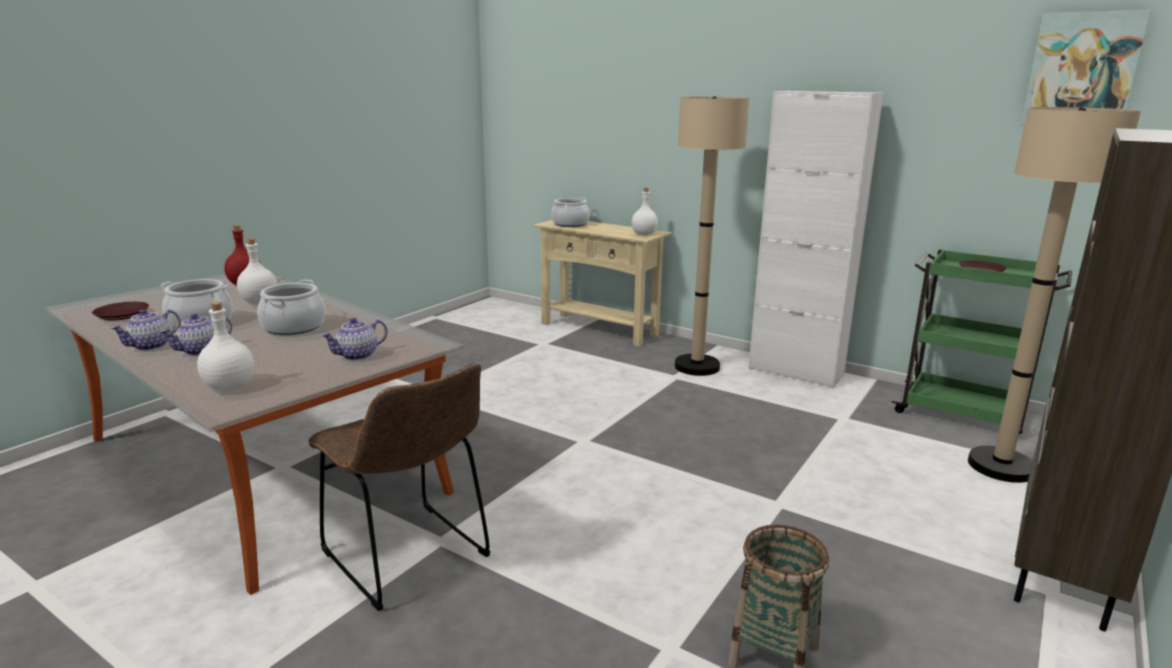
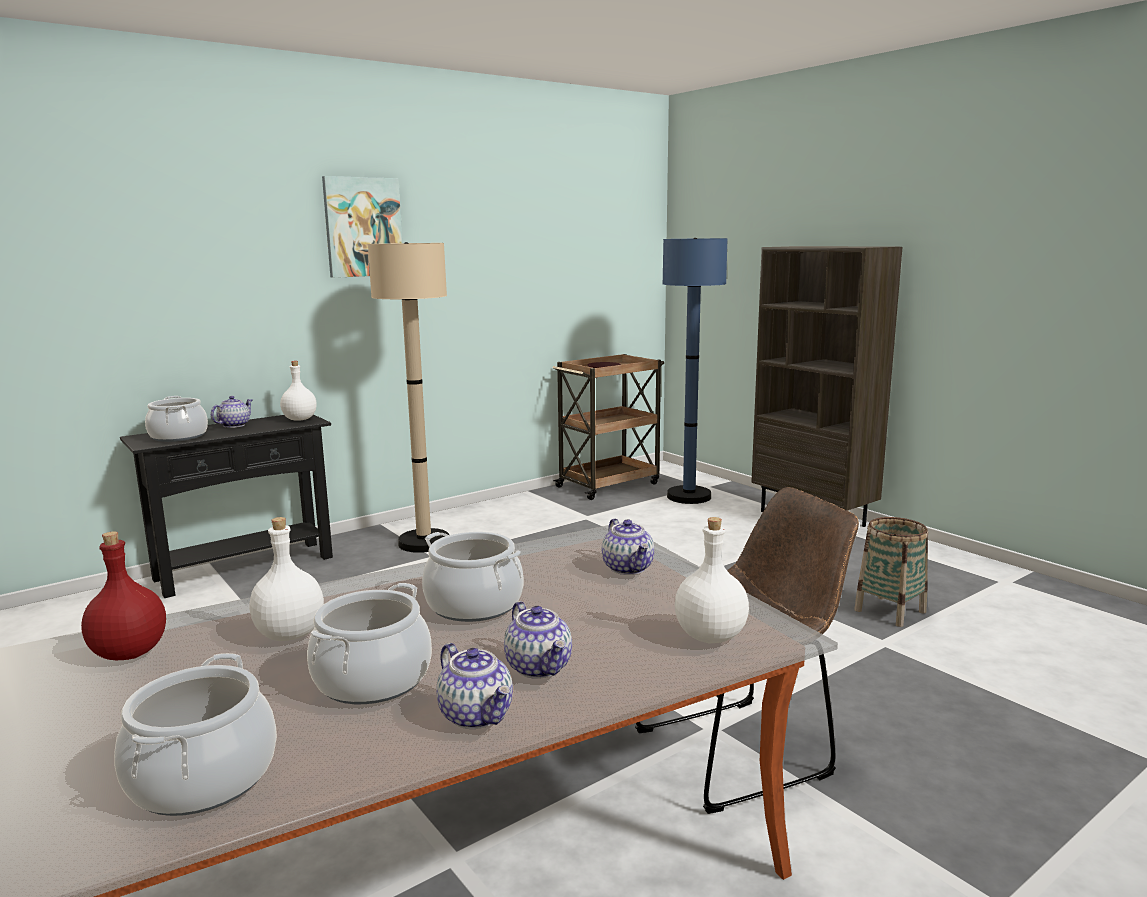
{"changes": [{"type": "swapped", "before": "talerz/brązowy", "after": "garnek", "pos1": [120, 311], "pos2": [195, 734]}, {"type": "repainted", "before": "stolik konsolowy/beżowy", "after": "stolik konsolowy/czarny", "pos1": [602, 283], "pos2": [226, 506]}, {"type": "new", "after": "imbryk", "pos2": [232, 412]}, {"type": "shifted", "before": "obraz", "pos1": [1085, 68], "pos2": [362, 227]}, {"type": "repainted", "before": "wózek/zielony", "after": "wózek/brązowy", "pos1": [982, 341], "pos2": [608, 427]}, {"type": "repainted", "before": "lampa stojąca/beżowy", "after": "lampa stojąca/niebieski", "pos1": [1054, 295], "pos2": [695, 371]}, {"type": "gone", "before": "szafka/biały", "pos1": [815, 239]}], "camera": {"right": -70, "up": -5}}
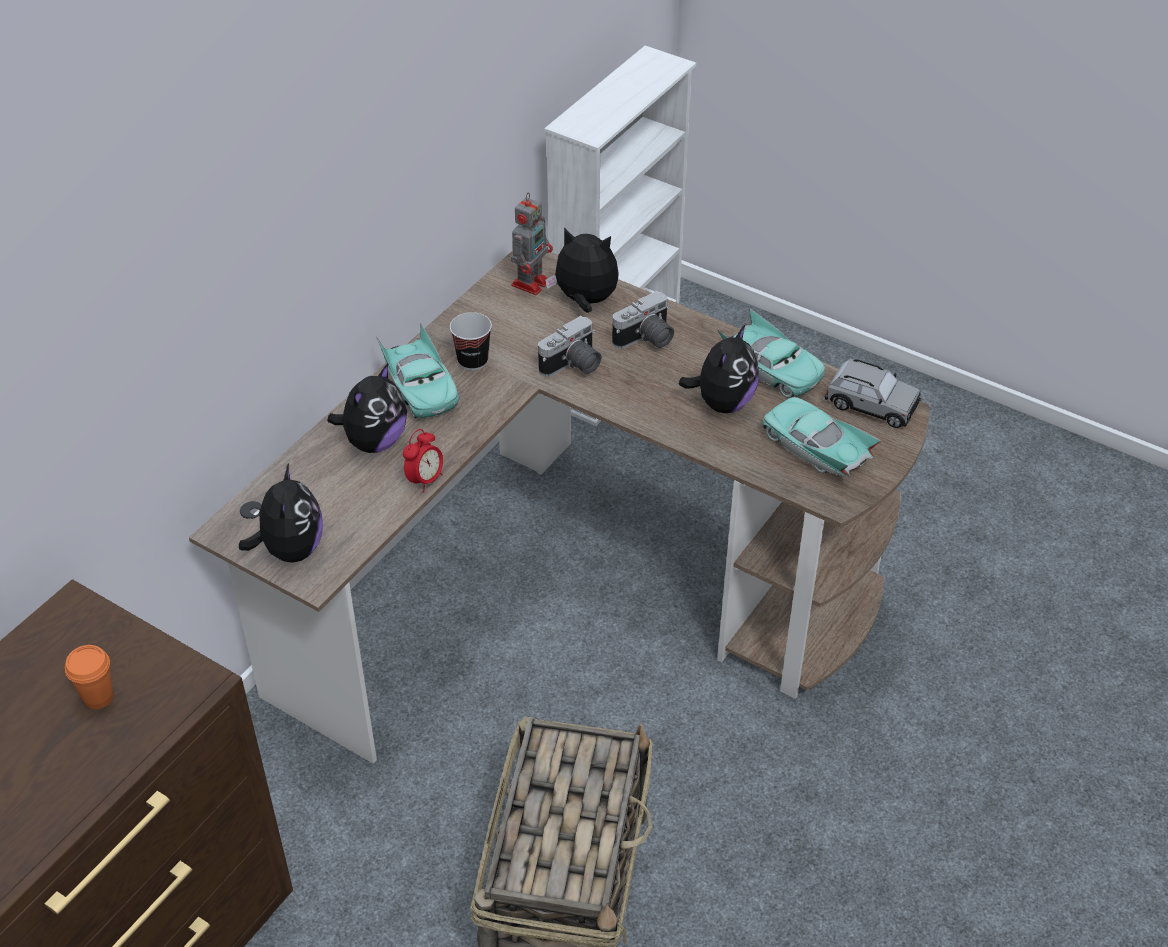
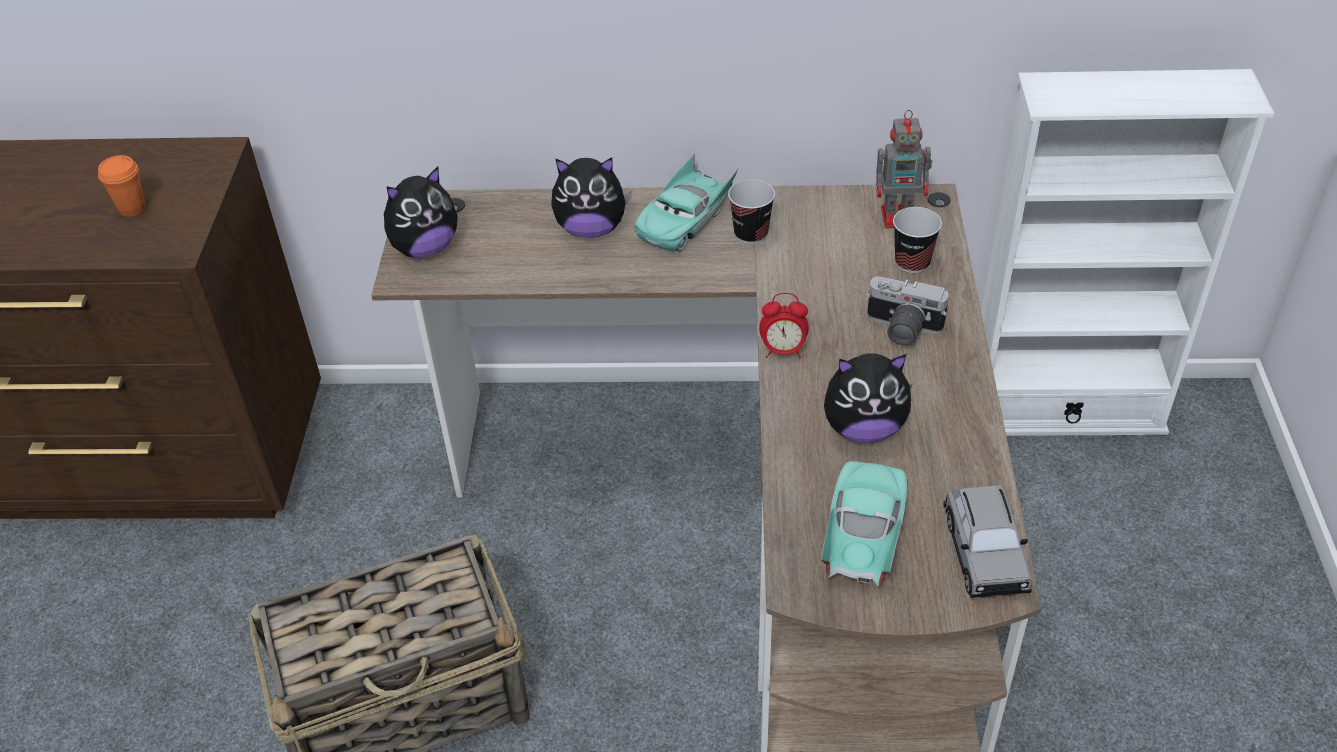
{"changes": [{"type": "shifted", "before": "budzik", "pos1": [423, 461], "pos2": [784, 325]}, {"type": "swapped", "before": "pluszak", "after": "filiżanka", "pos1": [582, 270], "pos2": [917, 240]}, {"type": "gone", "before": "aparat fotograficzny", "pos1": [569, 346]}, {"type": "gone", "before": "samochodzik/turkusowy", "pos1": [771, 353]}], "camera": {"right": 60, "up": 0}}
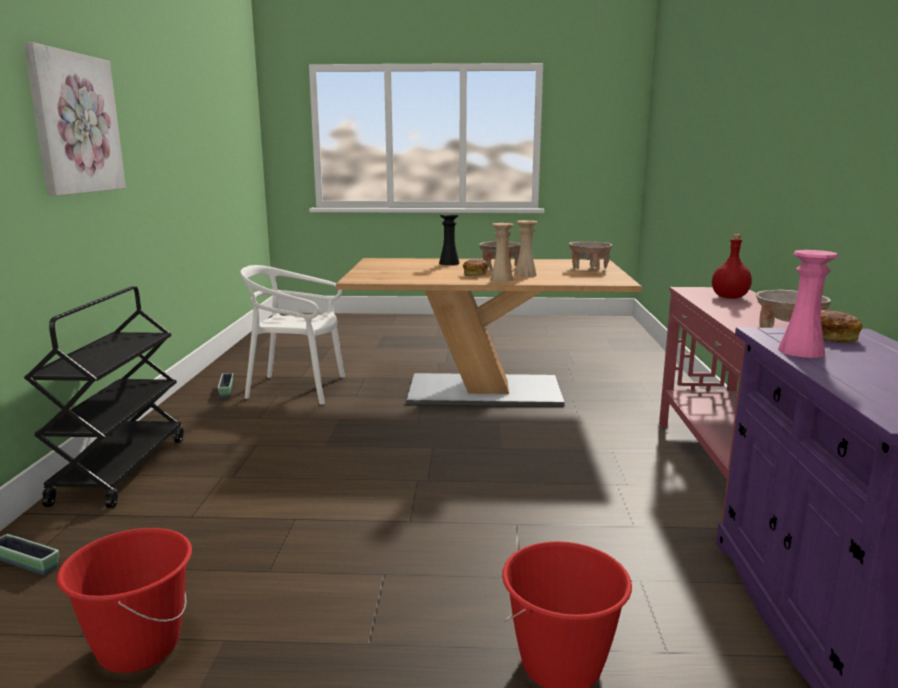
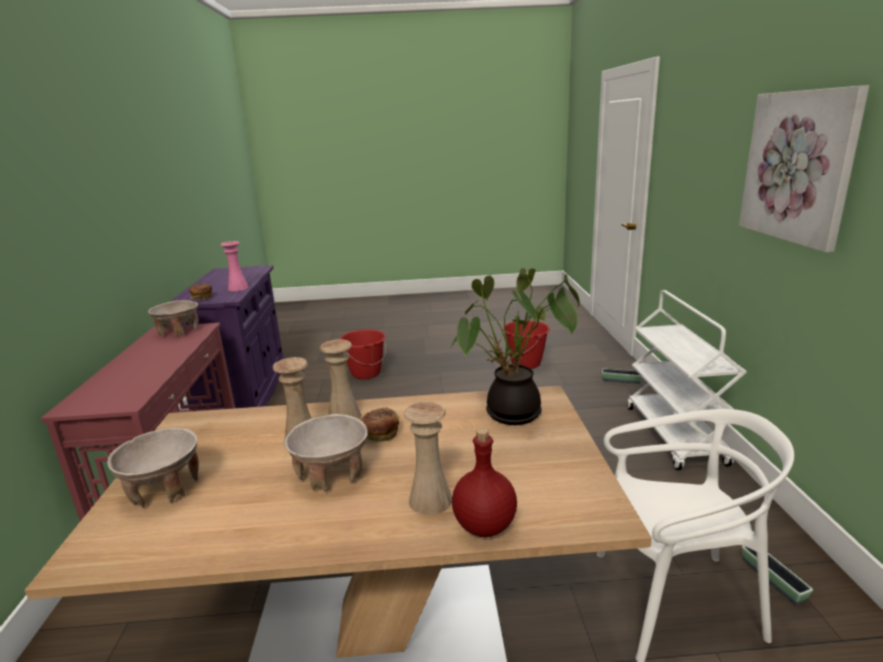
{"changes": [{"type": "repainted", "before": "wazon/czarny", "after": "wazon/beżowy", "pos1": [449, 239], "pos2": [428, 458]}, {"type": "new", "after": "roślina doniczkowa", "pos2": [515, 346]}, {"type": "shifted", "before": "butelka/czerwony", "pos1": [732, 266], "pos2": [484, 482]}, {"type": "repainted", "before": "wózek/czarny", "after": "wózek/biały", "pos1": [104, 397], "pos2": [687, 380]}], "camera": {"right": 175, "up": 5}}
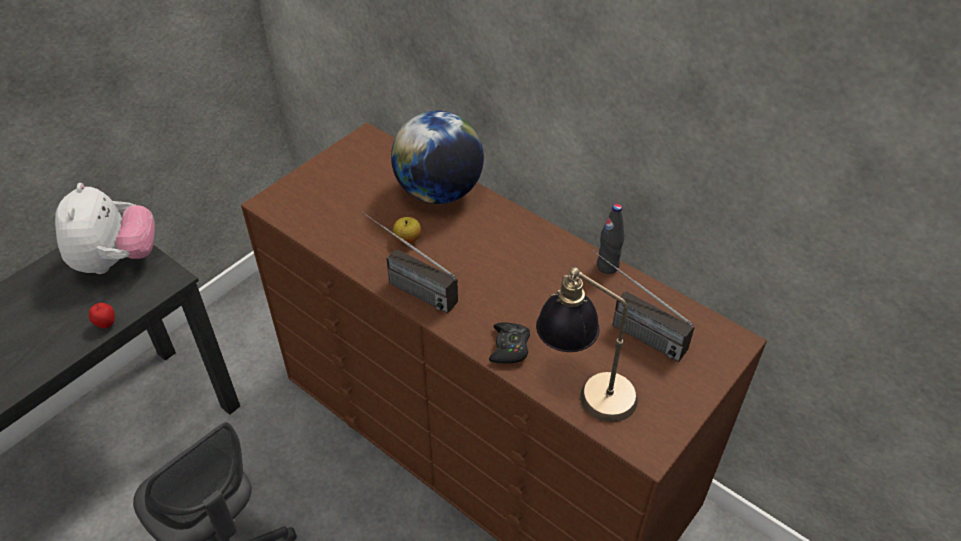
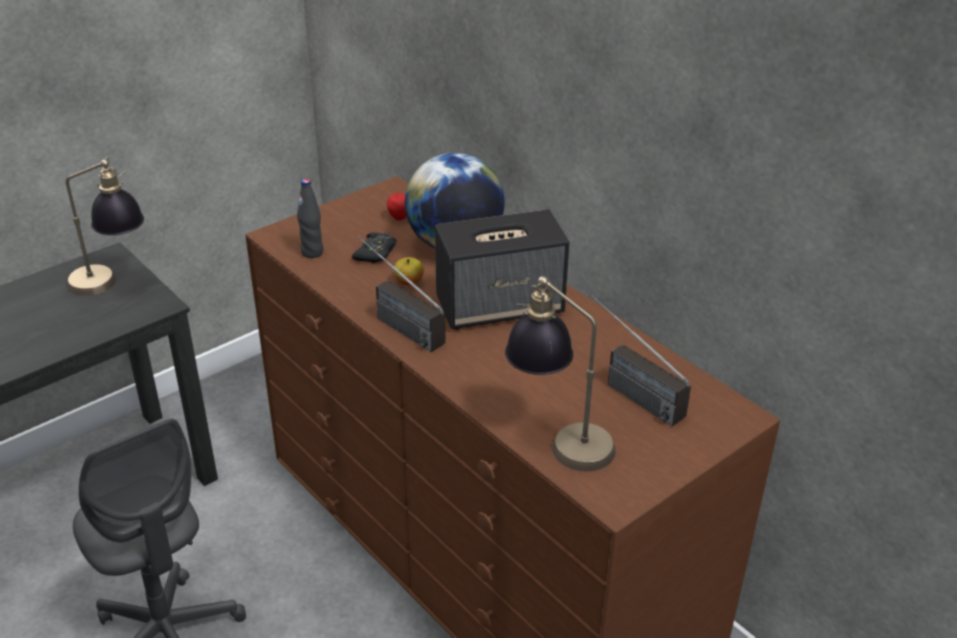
{"changes": [{"type": "swapped", "before": "pluszak", "after": "lampa stołowa", "pos1": [105, 228], "pos2": [105, 226]}, {"type": "shifted", "before": "butelka/czarny", "pos1": [610, 239], "pos2": [310, 218]}, {"type": "shifted", "before": "pad do gier/czarny", "pos1": [509, 342], "pos2": [374, 247]}, {"type": "shifted", "before": "jabłko", "pos1": [102, 315], "pos2": [397, 205]}, {"type": "new", "after": "głośnik", "pos2": [502, 269]}], "camera": {"right": 10, "up": -10}}
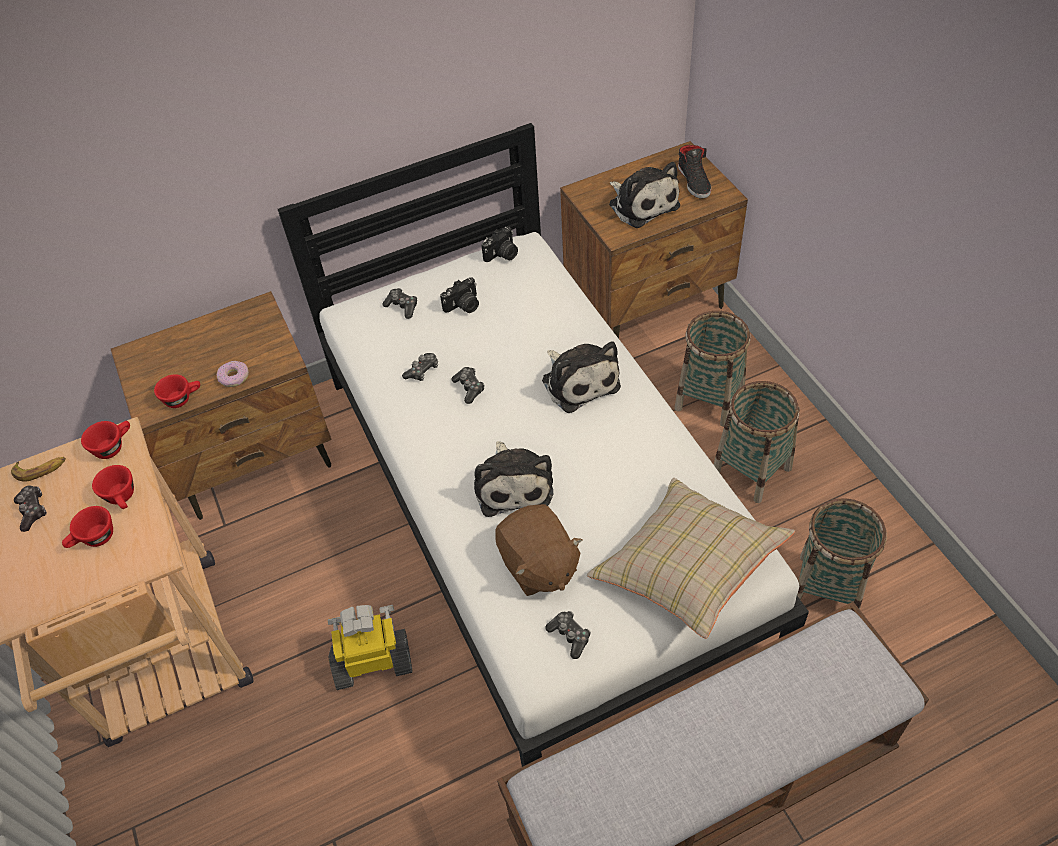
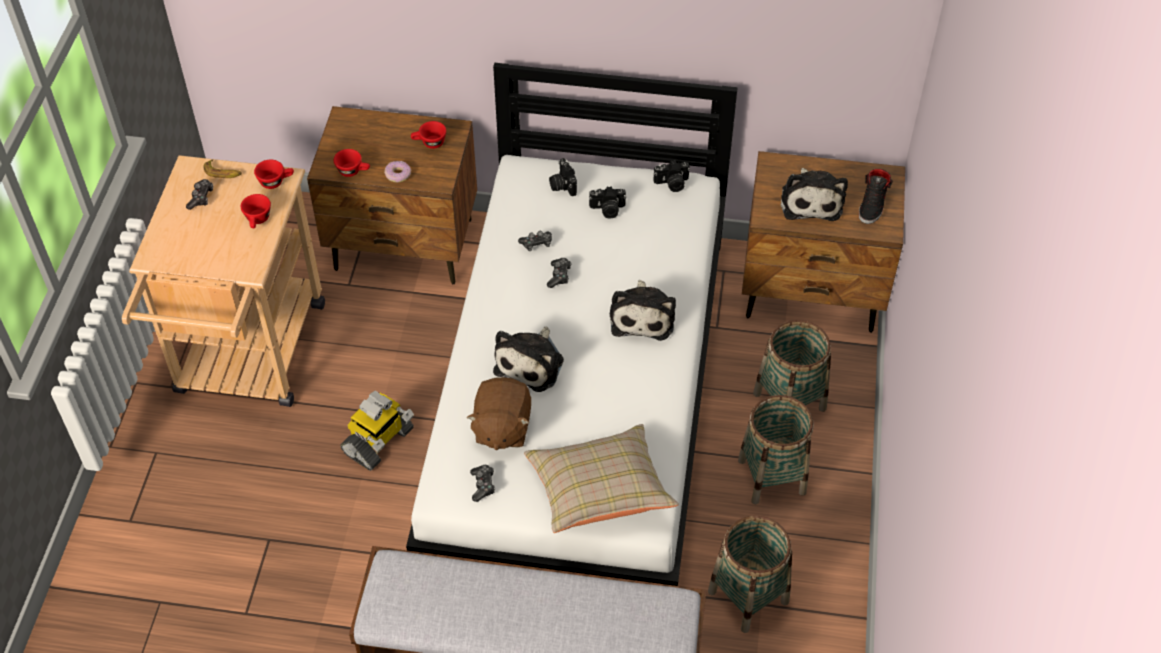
{"changes": [{"type": "rotated", "before": "robot zabawkowy", "pos1": [370, 647], "pos2": [377, 431], "turn": 105}, {"type": "shifted", "before": "filiżanka/czerwony", "pos1": [87, 527], "pos2": [428, 135]}, {"type": "swapped", "before": "pad do gier", "after": "aparat fotograficzny", "pos1": [400, 303], "pos2": [563, 177]}], "camera": {"right": 30, "up": 0}}
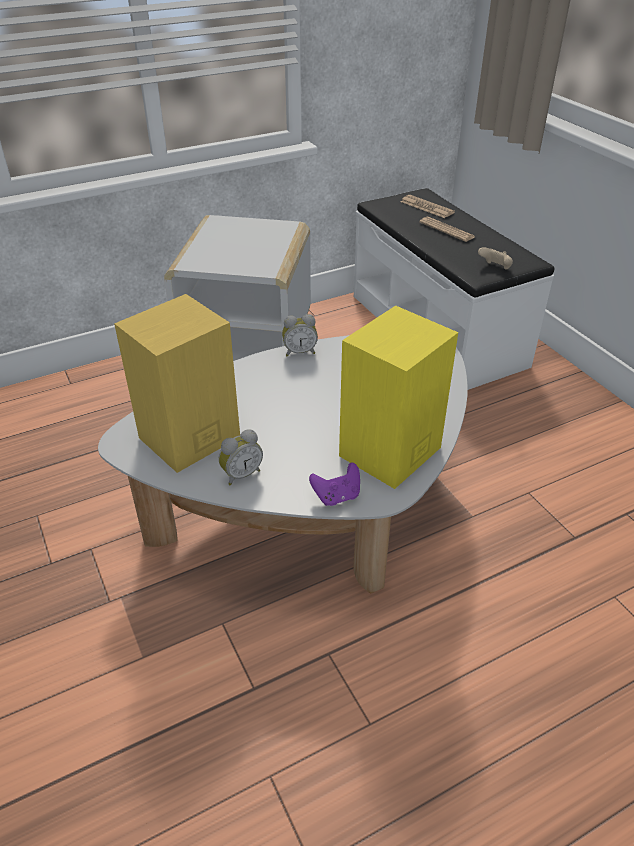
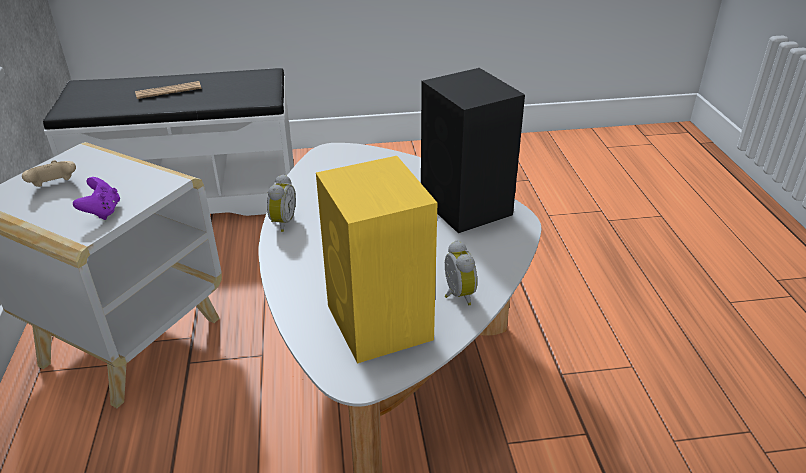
{"changes": [{"type": "shifted", "before": "pad do gier/beżowy", "pos1": [495, 258], "pos2": [49, 173]}, {"type": "shifted", "before": "pad do gier/fioletowy", "pos1": [334, 484], "pos2": [96, 198]}, {"type": "repainted", "before": "głośnik/żółty", "after": "głośnik/czarny", "pos1": [398, 397], "pos2": [473, 150]}, {"type": "gone", "before": "gazeta", "pos1": [428, 206]}], "camera": {"right": -70, "up": -5}}
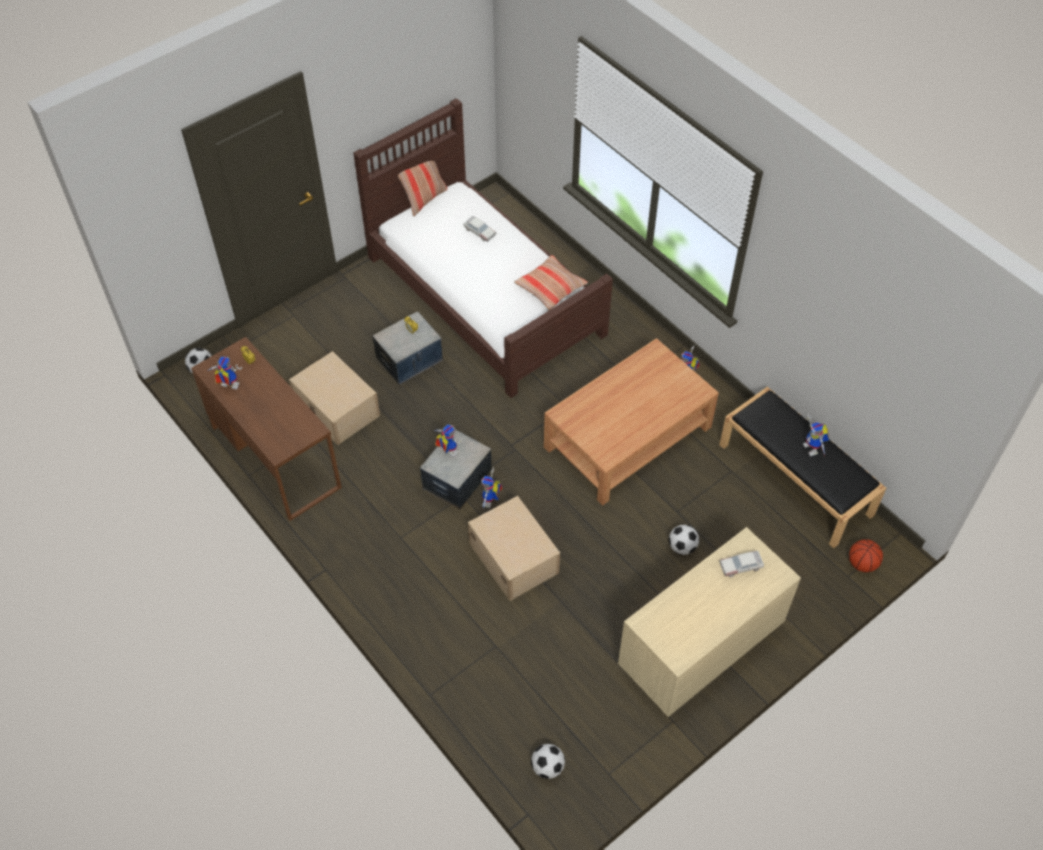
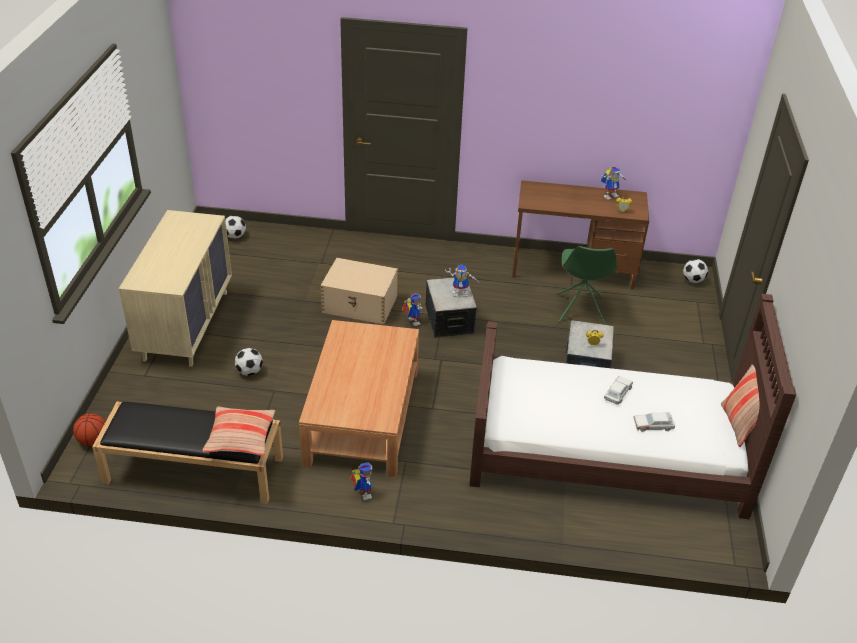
{"changes": [{"type": "shifted", "before": "poduszka", "pos1": [551, 282], "pos2": [238, 431]}, {"type": "swapped", "before": "pojemnik do przechowywania/beżowy", "after": "krzesło/zielony", "pos1": [334, 398], "pos2": [587, 285]}, {"type": "shifted", "before": "samochodzik", "pos1": [741, 564], "pos2": [618, 390]}, {"type": "gone", "before": "robot zabawkowy", "pos1": [816, 435]}], "camera": {"right": 135, "up": -15}}
